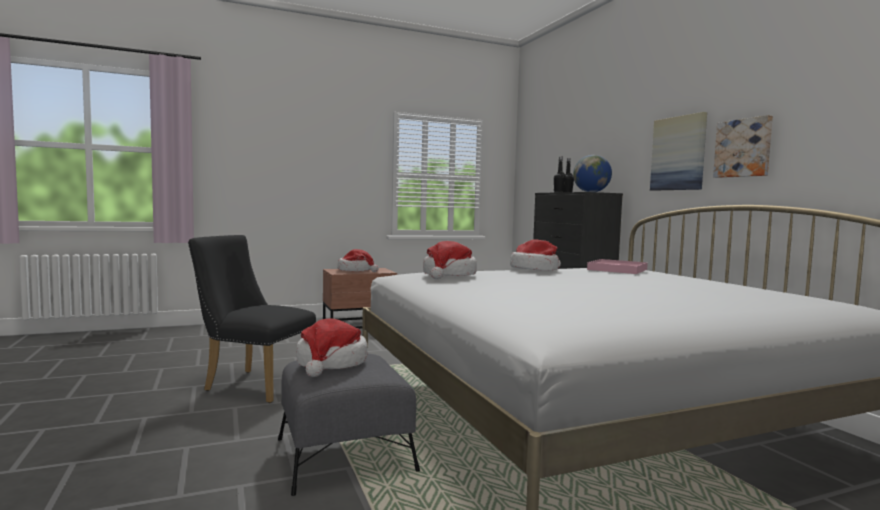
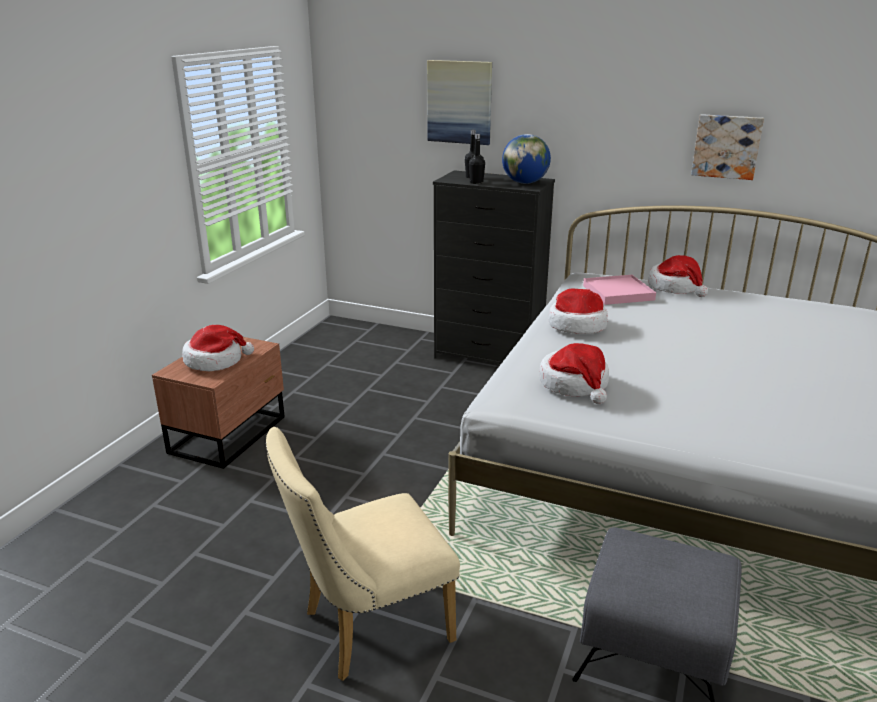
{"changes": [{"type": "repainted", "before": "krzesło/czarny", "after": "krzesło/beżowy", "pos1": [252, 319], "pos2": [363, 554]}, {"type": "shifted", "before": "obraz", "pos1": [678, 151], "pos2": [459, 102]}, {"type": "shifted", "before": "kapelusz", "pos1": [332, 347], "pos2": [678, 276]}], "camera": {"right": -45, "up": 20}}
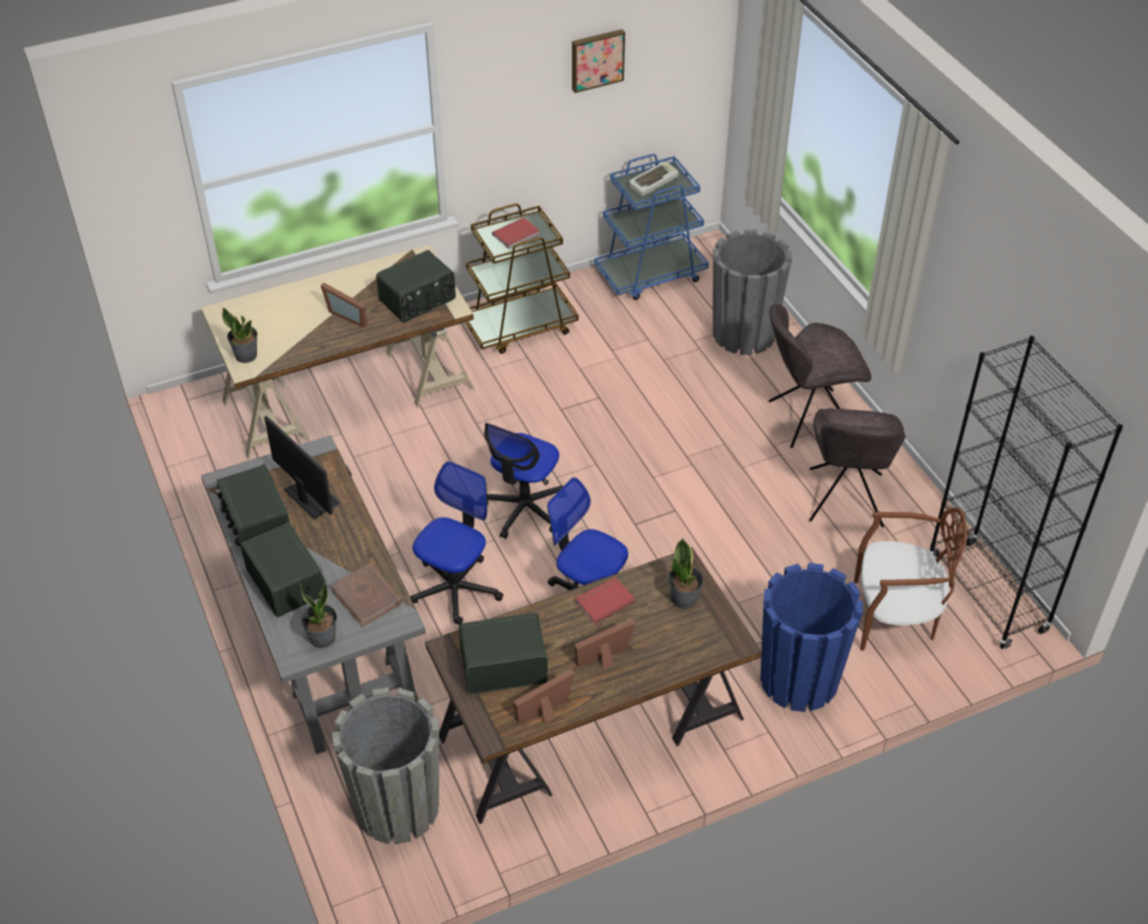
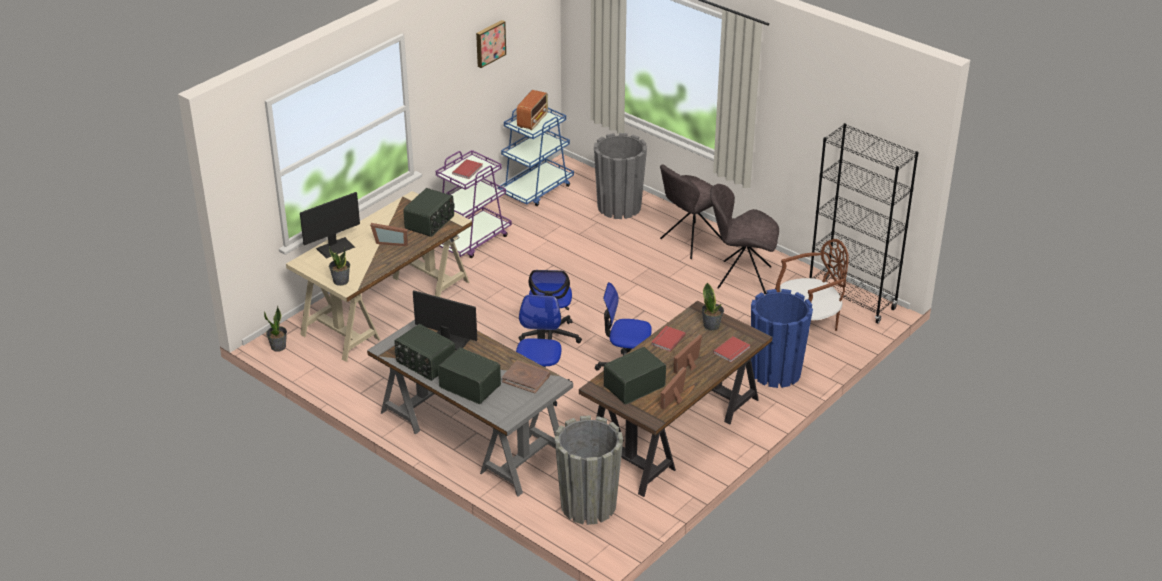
{"changes": [{"type": "shifted", "before": "roślina doniczkowa", "pos1": [318, 613], "pos2": [275, 329]}, {"type": "new", "after": "monitor", "pos2": [330, 225]}, {"type": "repainted", "before": "wózek/brązowy", "after": "wózek/fioletowy", "pos1": [521, 279], "pos2": [474, 204]}, {"type": "swapped", "before": "klawiatura", "after": "radio", "pos1": [654, 178], "pos2": [532, 110]}, {"type": "rotated", "before": "krzesło/szary", "pos1": [857, 467], "pos2": [744, 239], "turn": 120}, {"type": "new", "after": "książka/czerwony", "pos2": [731, 349]}], "camera": {"right": -25, "up": -10}}
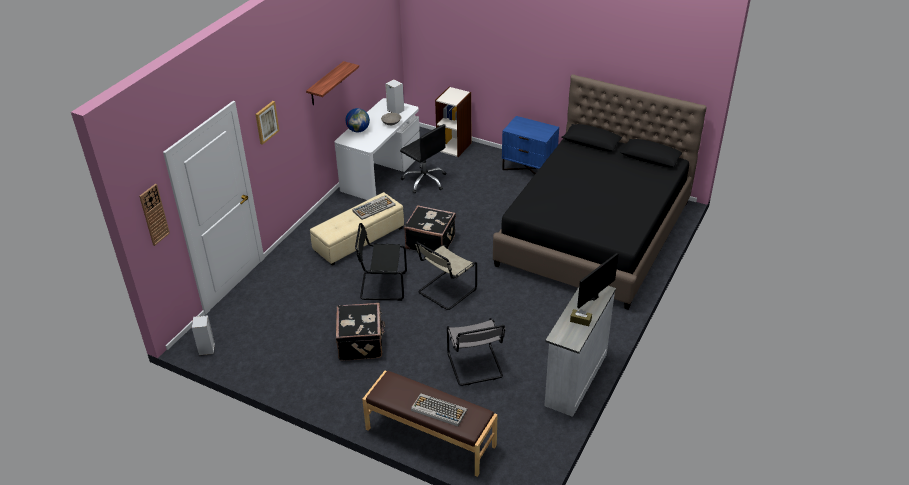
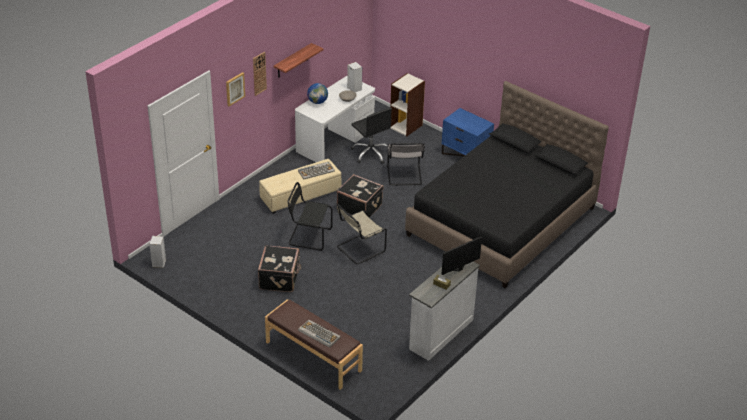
{"changes": [{"type": "shifted", "before": "zegar ścienny", "pos1": [154, 215], "pos2": [260, 74]}, {"type": "shifted", "before": "krzesło/szary", "pos1": [476, 352], "pos2": [406, 164]}], "camera": {"right": 10, "up": 0}}
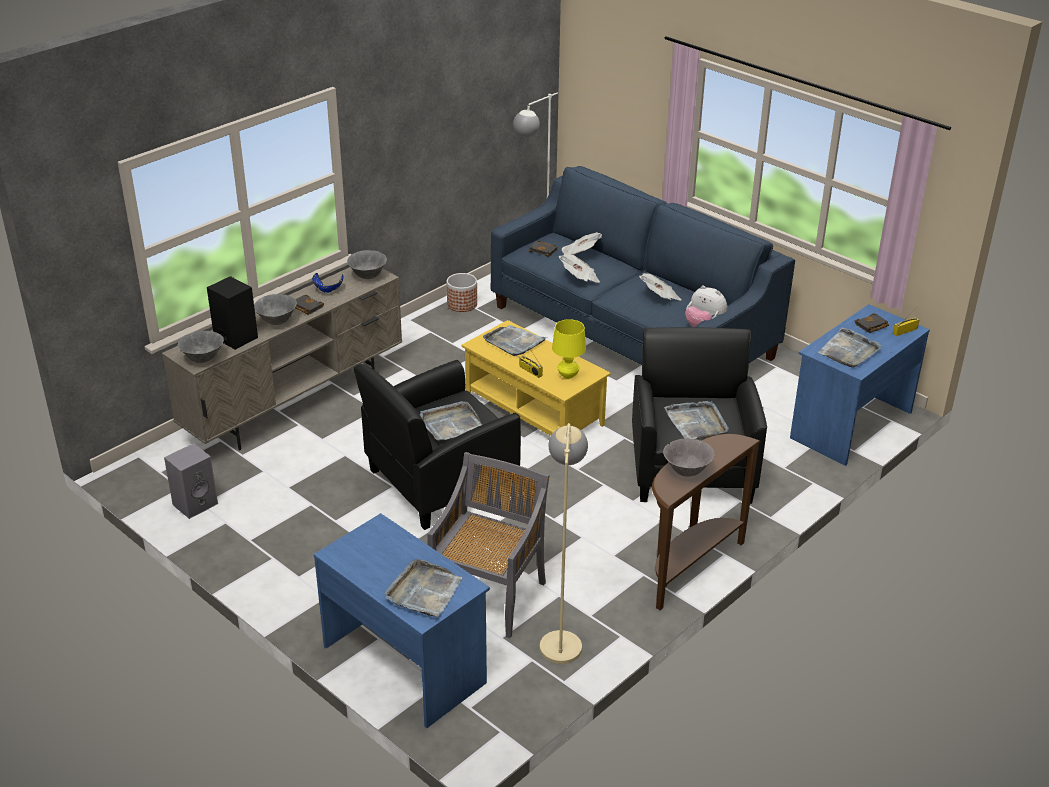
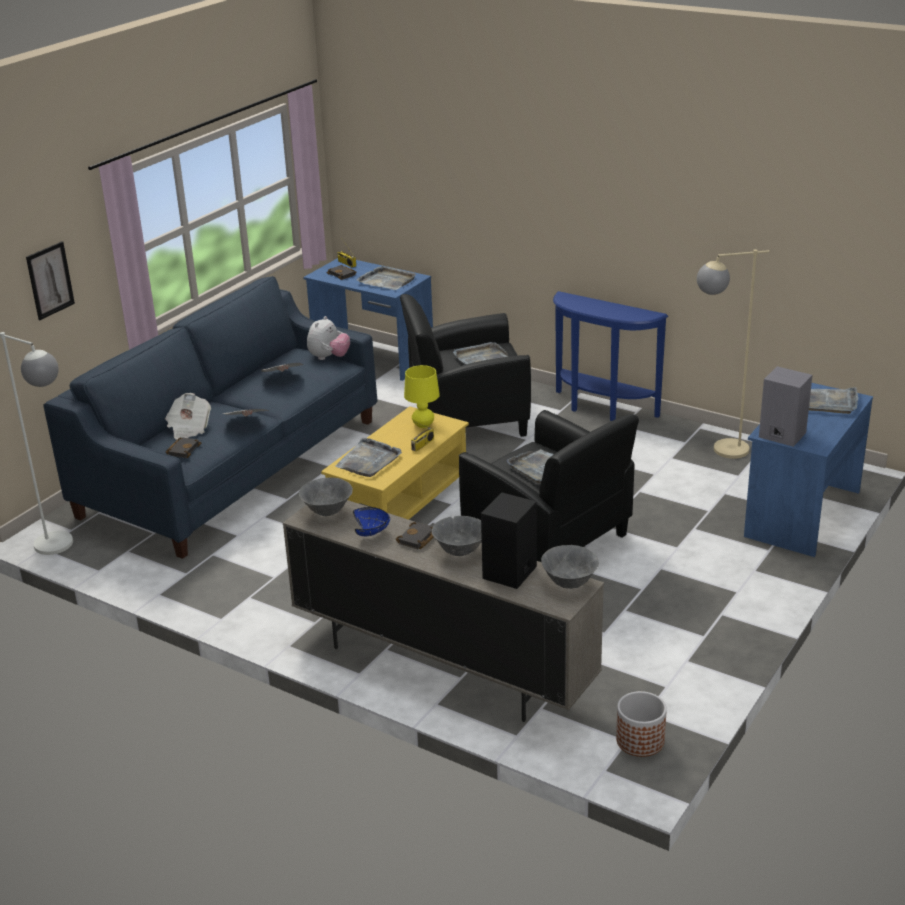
{"changes": [{"type": "new", "after": "obraz", "pos2": [50, 280]}, {"type": "repainted", "before": "stolik konsolowy/brązowy", "after": "stolik konsolowy/niebieski", "pos1": [706, 522], "pos2": [610, 356]}, {"type": "shifted", "before": "donica", "pos1": [462, 292], "pos2": [641, 724]}, {"type": "shifted", "before": "głośnik/szary", "pos1": [191, 481], "pos2": [785, 406]}, {"type": "gone", "before": "krzesło/szary", "pos1": [488, 545]}, {"type": "gone", "before": "miska/szary", "pos1": [688, 457]}], "camera": {"right": -100, "up": -5}}
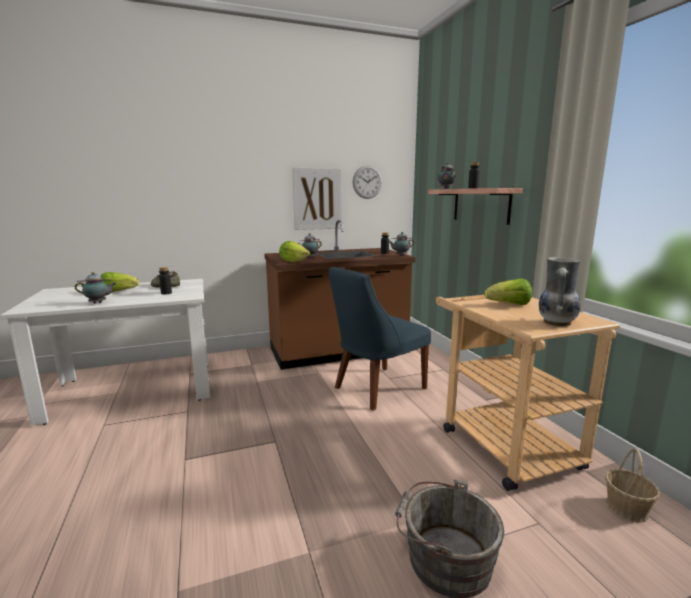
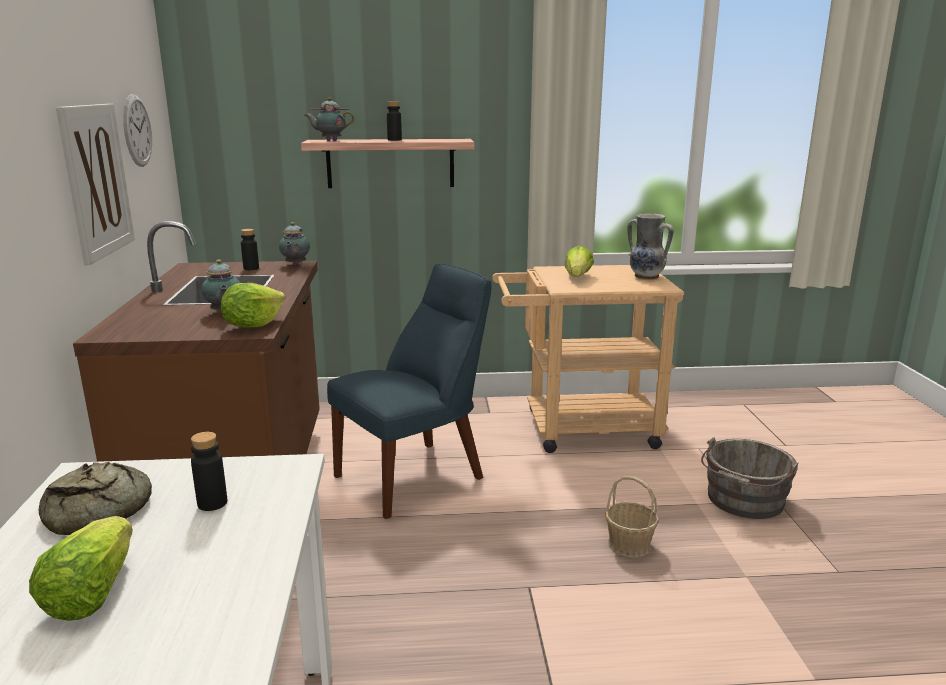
{"changes": [{"type": "rotated", "before": "krzesło/niebieski", "pos1": [380, 338], "pos2": [409, 391], "turn": -105}, {"type": "shifted", "before": "koszyk", "pos1": [632, 485], "pos2": [632, 517]}, {"type": "gone", "before": "imbryk", "pos1": [96, 287]}], "camera": {"right": -75, "up": 5}}
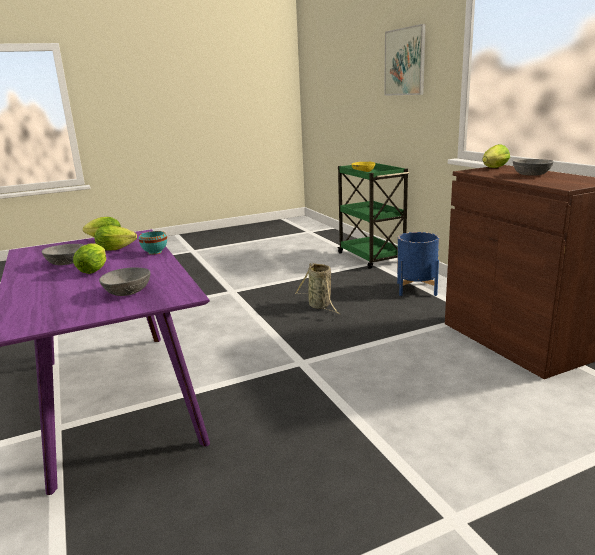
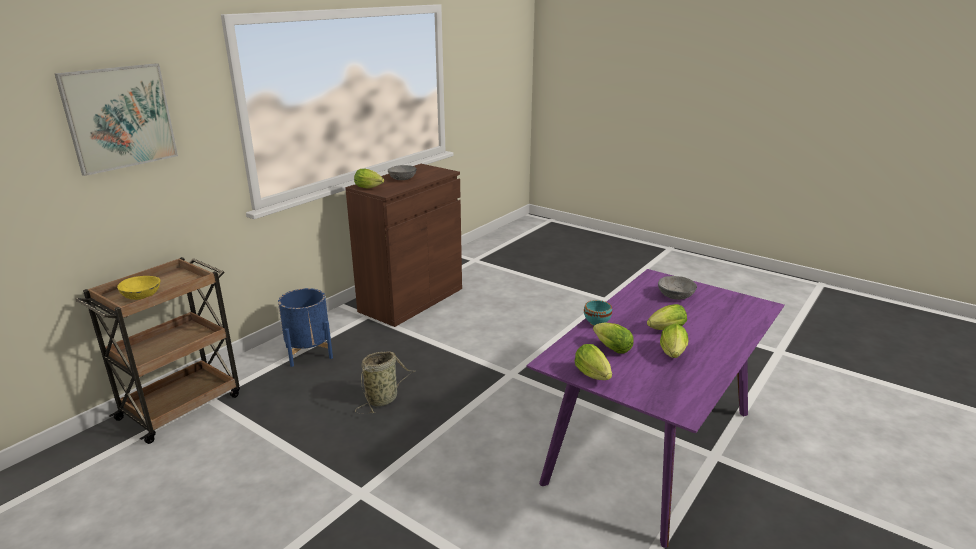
{"changes": [{"type": "repainted", "before": "wózek/zielony", "after": "wózek/brązowy", "pos1": [373, 216], "pos2": [157, 350]}, {"type": "swapped", "before": "miska/szary", "after": "sałata", "pos1": [63, 254], "pos2": [674, 341]}], "camera": {"right": -120, "up": 5}}
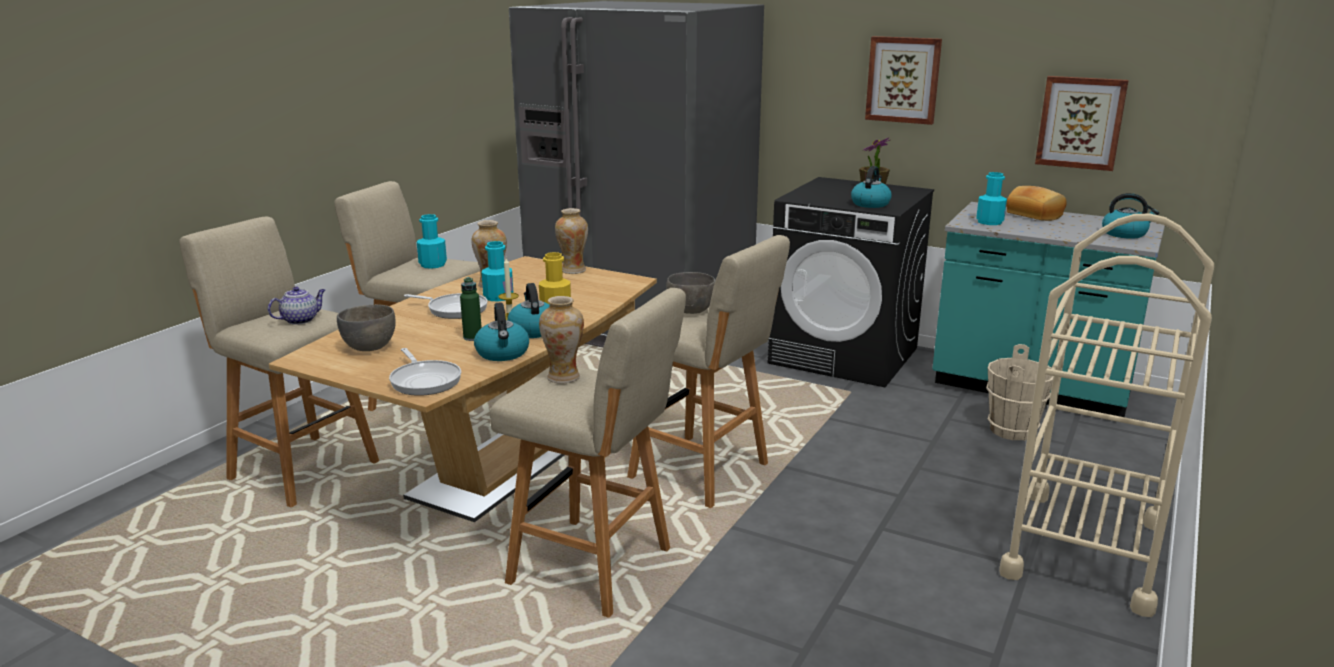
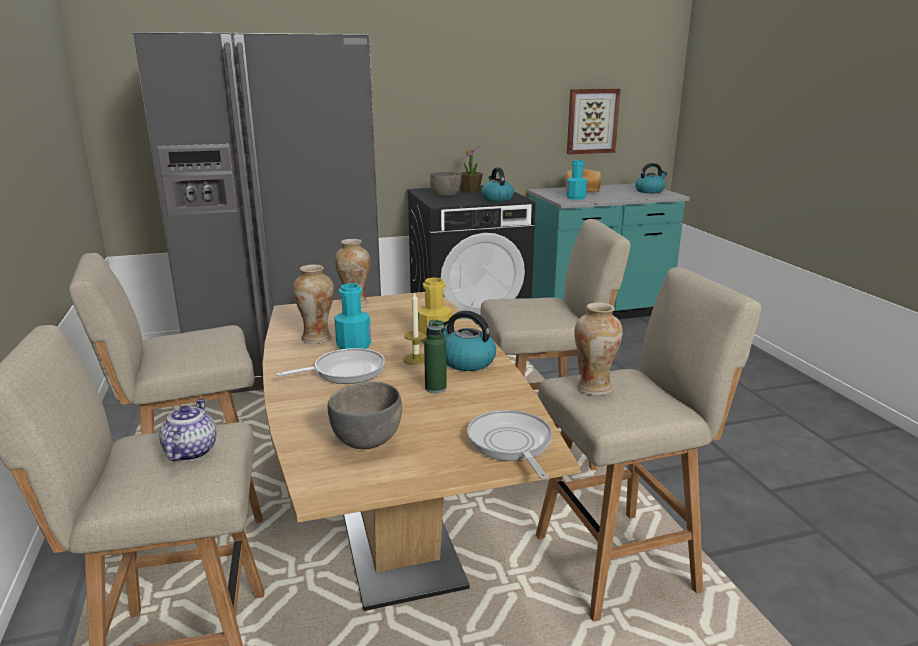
{"changes": [{"type": "shifted", "before": "miska/szary", "pos1": [691, 293], "pos2": [446, 184]}, {"type": "rotated", "before": "patelnia", "pos1": [425, 372], "pos2": [509, 444], "turn": -120}, {"type": "gone", "before": "butelka/turkusowy", "pos1": [432, 241]}, {"type": "gone", "before": "czajnik", "pos1": [501, 331]}, {"type": "gone", "before": "obraz", "pos1": [903, 80]}, {"type": "gone", "before": "wiadro/beżowy", "pos1": [1019, 392]}, {"type": "gone", "before": "wózek/beżowy", "pos1": [1106, 415]}], "camera": {"right": -45, "up": 0}}
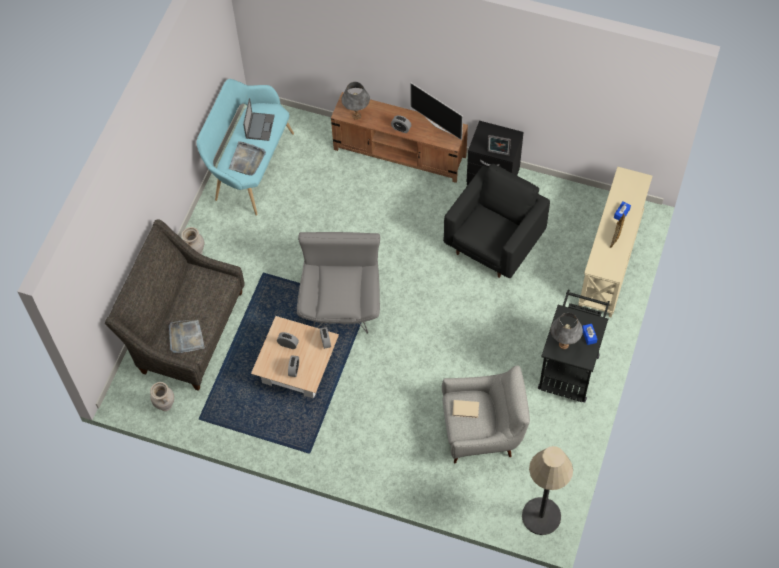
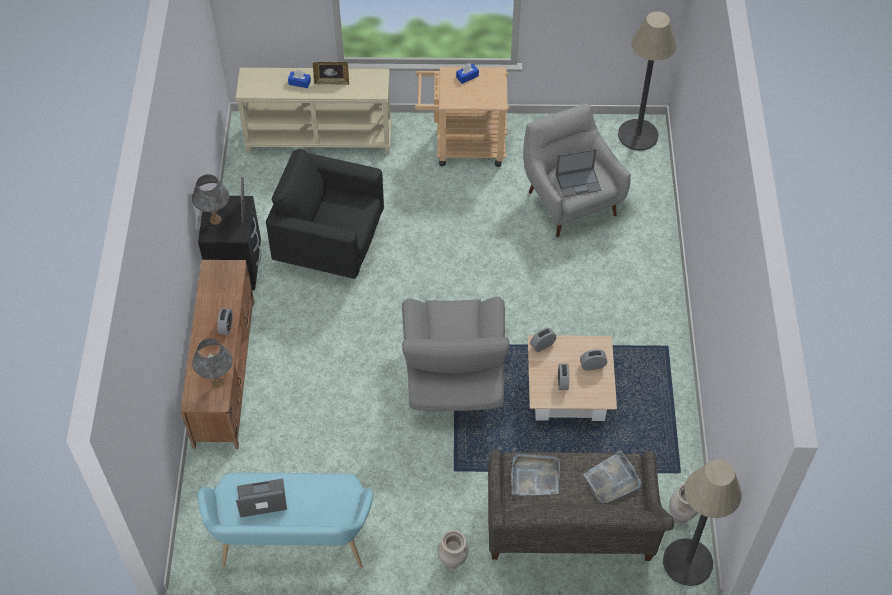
{"changes": [{"type": "shifted", "before": "lampa stołowa/szary", "pos1": [567, 331], "pos2": [210, 199]}, {"type": "rotated", "before": "fotel/szary", "pos1": [338, 283], "pos2": [456, 354], "turn": -75}, {"type": "repainted", "before": "wózek/czarny", "after": "wózek/beżowy", "pos1": [574, 346], "pos2": [462, 117]}, {"type": "shifted", "before": "taca/szary", "pos1": [247, 158], "pos2": [535, 474]}, {"type": "swapped", "before": "książka/beżowy", "after": "laptop", "pos1": [465, 409], "pos2": [579, 173]}, {"type": "new", "after": "lampa stojąca", "pos2": [702, 522]}, {"type": "gone", "before": "telewizor", "pos1": [436, 111]}], "camera": {"right": -110, "up": -5}}
